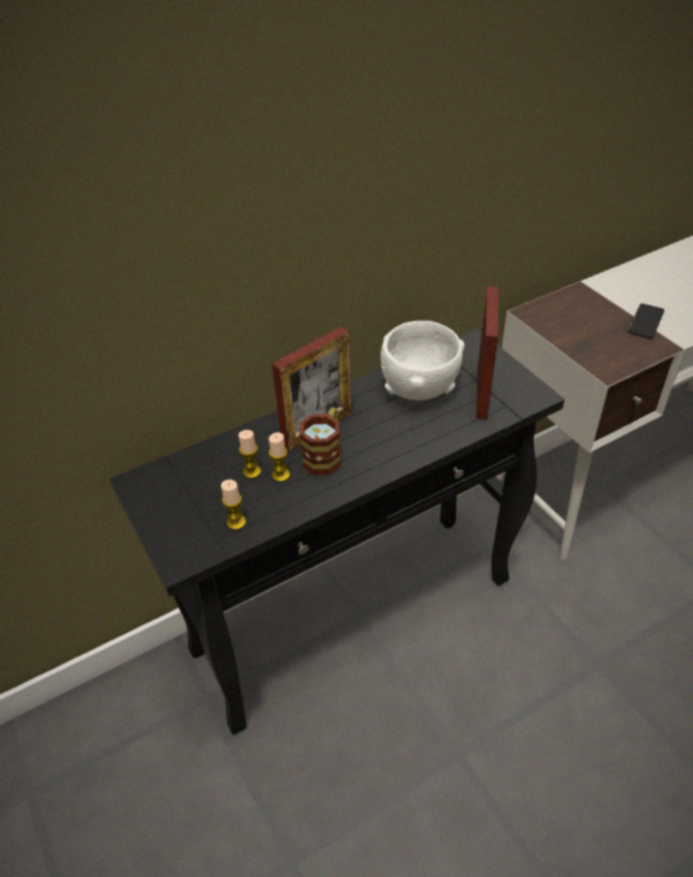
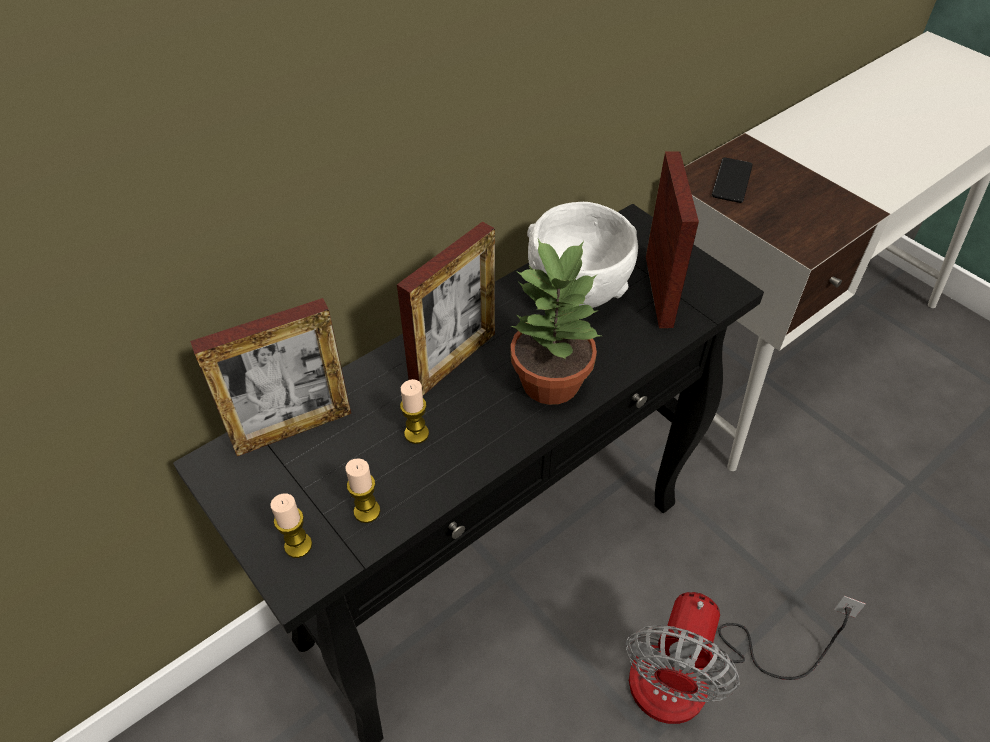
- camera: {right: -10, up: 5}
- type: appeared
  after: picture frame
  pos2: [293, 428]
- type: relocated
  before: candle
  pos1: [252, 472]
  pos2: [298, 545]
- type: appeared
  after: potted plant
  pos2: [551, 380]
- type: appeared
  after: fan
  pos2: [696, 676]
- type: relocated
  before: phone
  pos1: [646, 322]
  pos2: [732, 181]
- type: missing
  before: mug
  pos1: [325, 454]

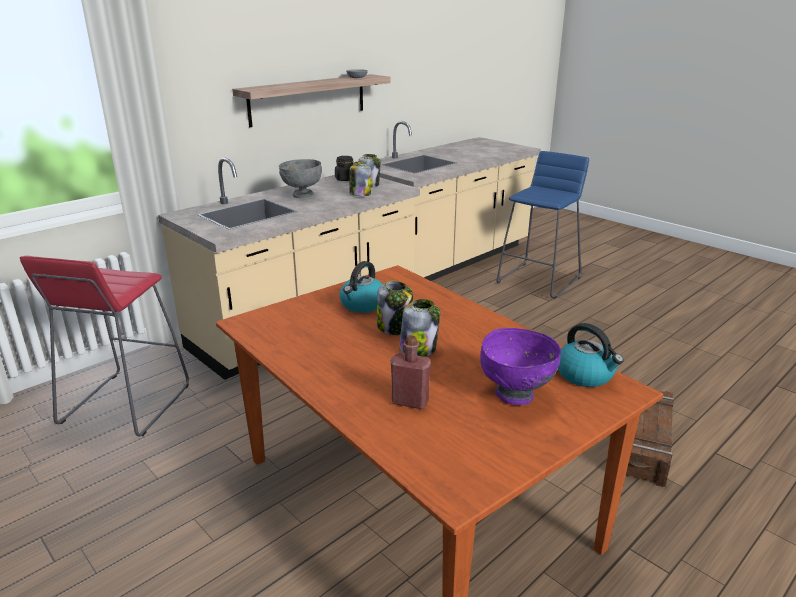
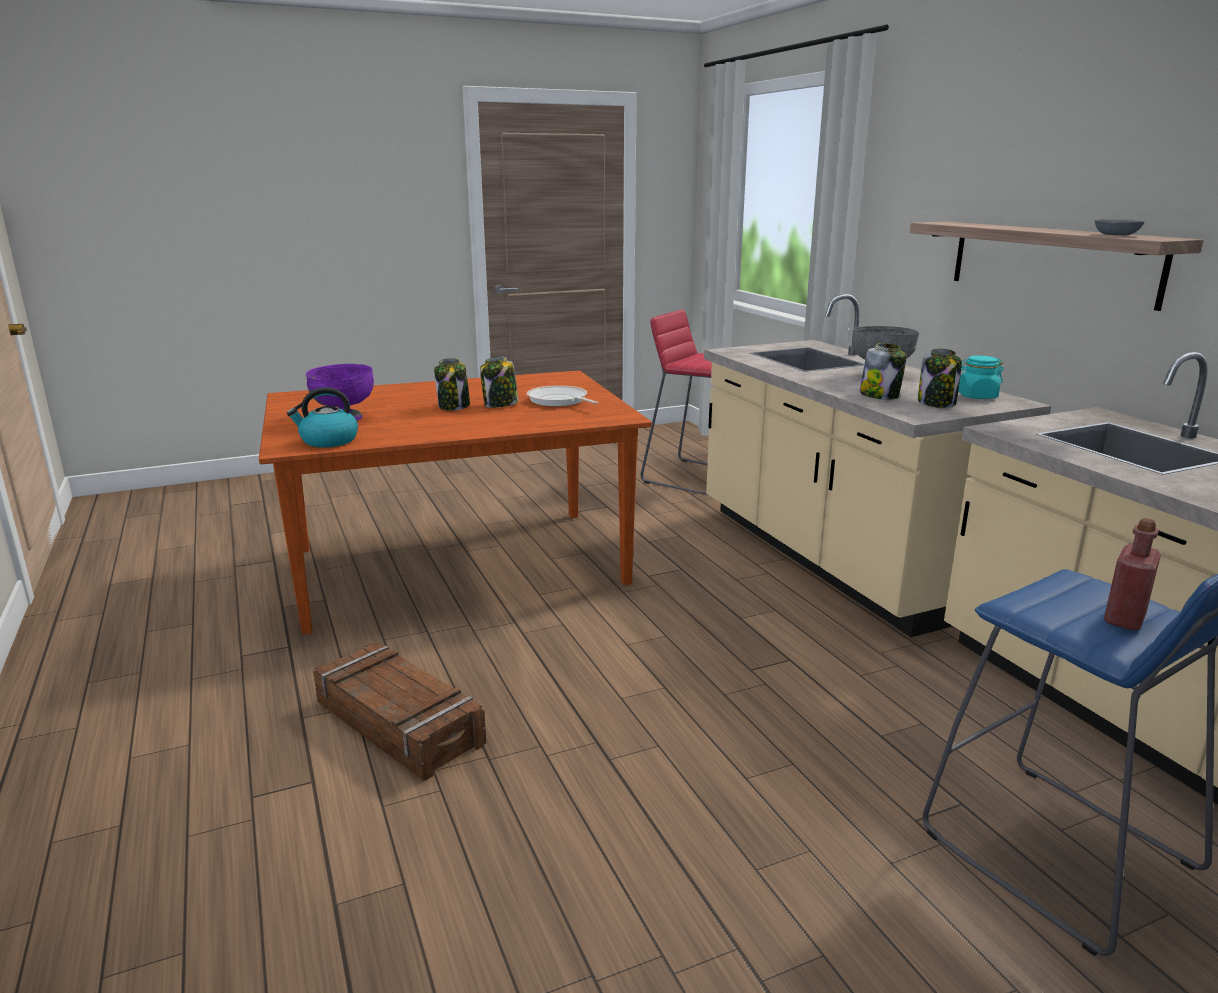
- camera: {right: 110, up: -5}
- type: exchanged
  before: kettle
  after: frying pan
  pos1: [363, 305]
  pos2: [559, 401]
- type: colour
  before: jar (black)
  after: jar (turquoise)
  pos1: [345, 179]
  pos2: [976, 396]
- type: relocated
  before: bottle (red)
  pos1: [410, 401]
  pos2: [1124, 619]

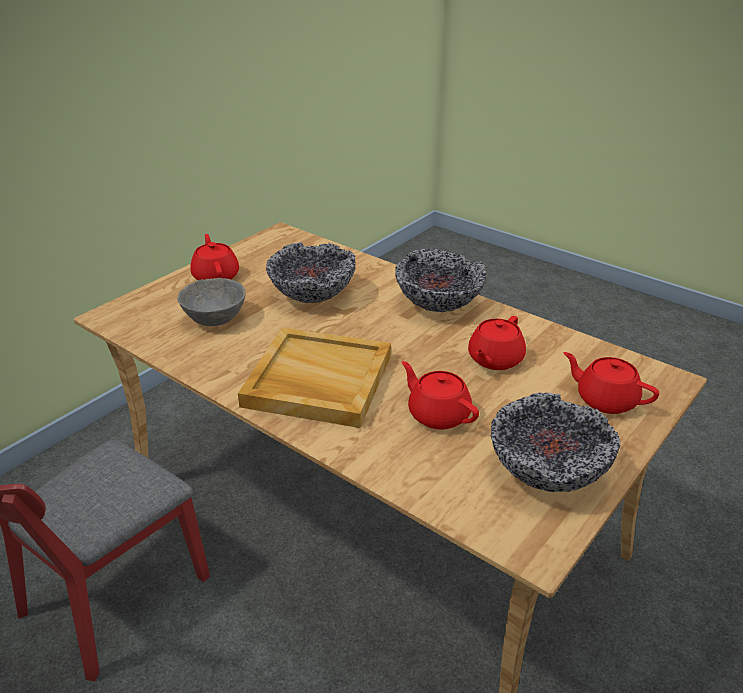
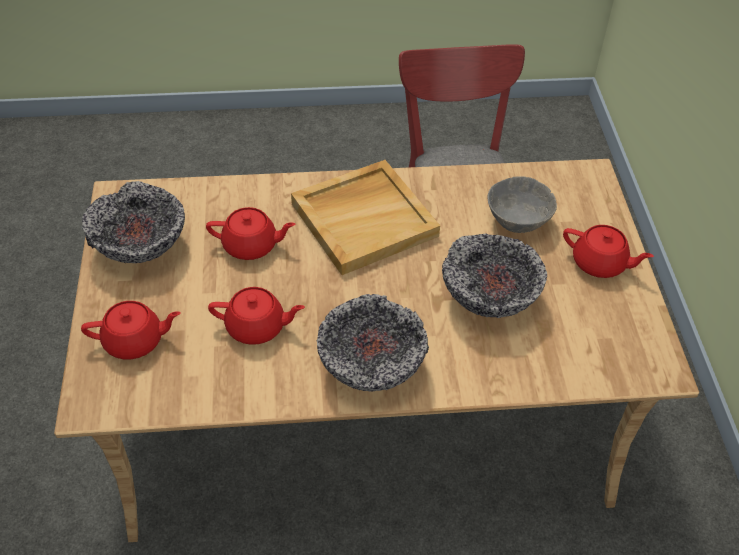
- camera: {right: 135, up: 15}
- type: spun
  before: teapot (red)
  pos1: [494, 359]
  pos2: [257, 327]
  turn: 105

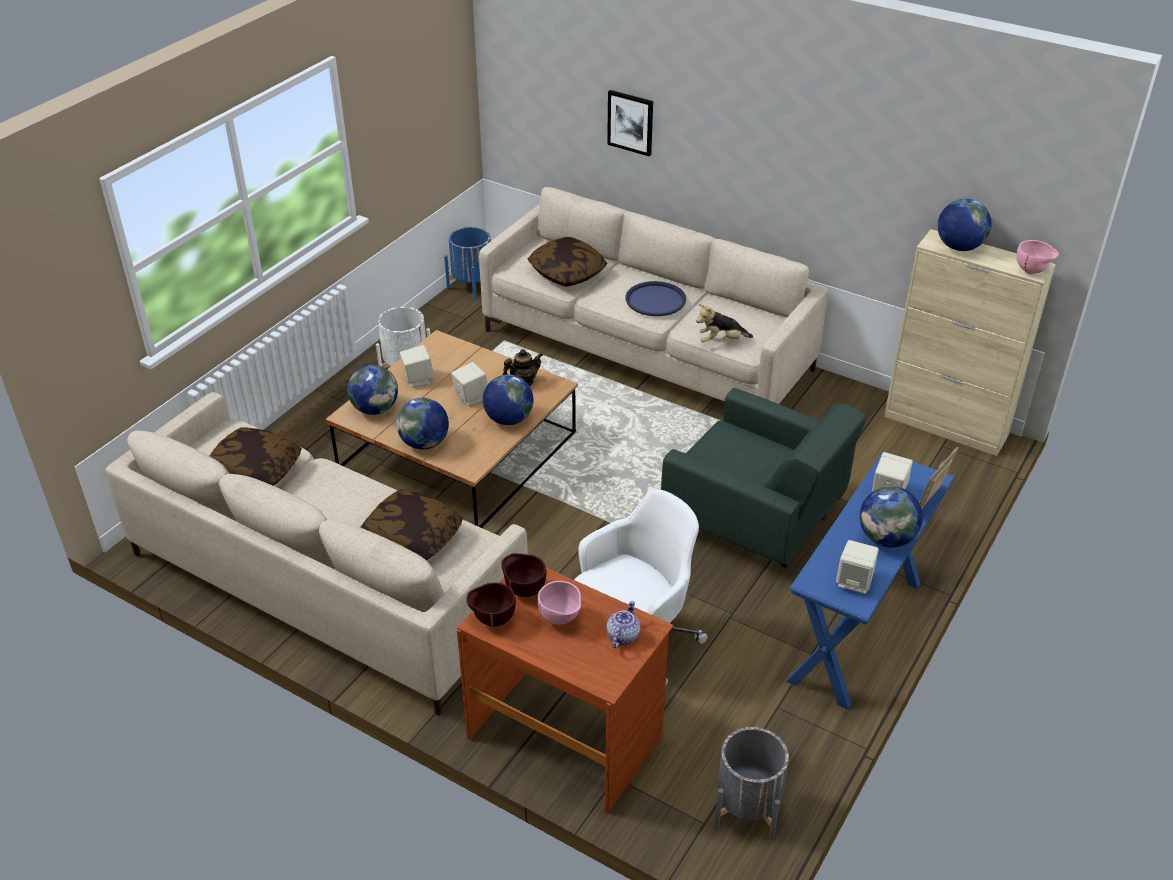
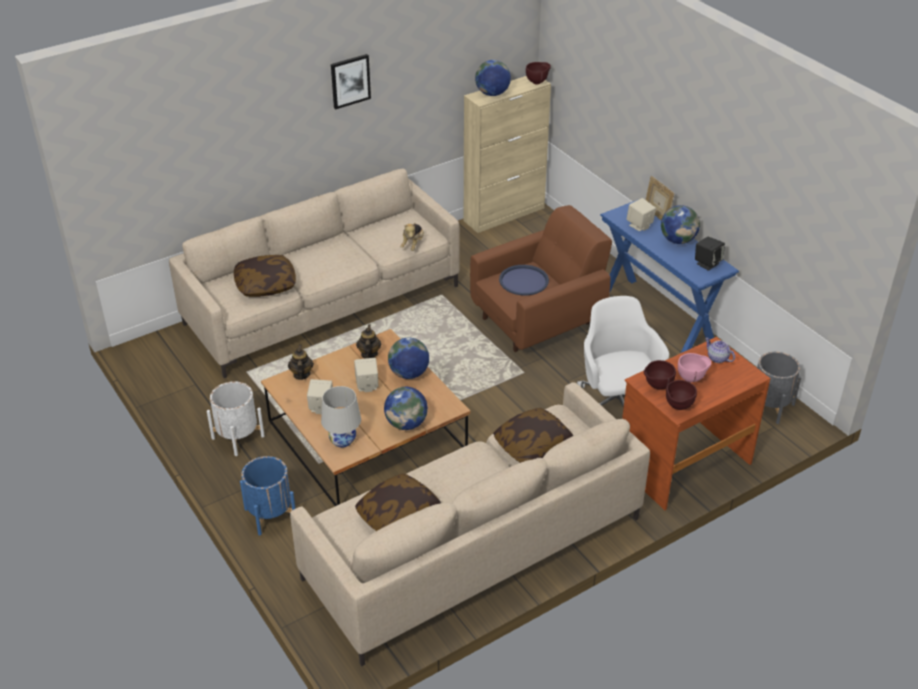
- camera: {right: -65, up: 0}
- type: relocated
  before: planter (blue)
  pos1: [472, 286]
  pos2: [270, 515]
- type: appeared
  after: teapot
  pos2: [301, 374]
- type: exchanged
  before: globe
  after: table lamp (white)
  pos1: [375, 409]
  pos2: [342, 440]
- type: relocated
  before: picture
  pos1: [630, 122]
  pos2: [350, 81]
- type: colour
  before: armchair (green)
  after: armchair (brown)
  pos1: [756, 520]
  pos2: [539, 319]
- type: relocated
  before: tray (blue)
  pos1: [655, 300]
  pos2: [524, 281]
- type: colour
  before: bowl (pink)
  after: bowl (brown)
  pos1: [1032, 272]
  pos2: [537, 82]
- type: colour
  before: speaker (beige)
  after: speaker (black)
  pos1: [854, 582]
  pos2: [707, 263]

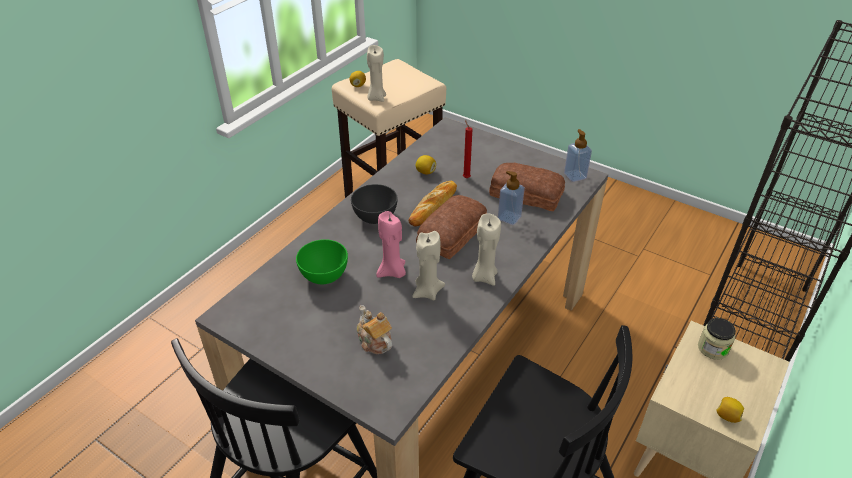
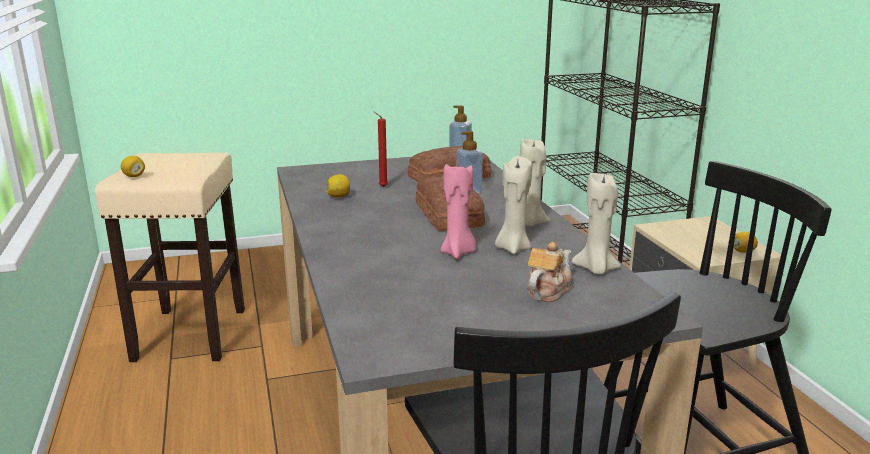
- camera: {right: -50, up: -20}
- type: spun
  before: teapot
  pos1: [374, 341]
  pos2: [547, 291]
  turn: 120
- type: relocated
  before: candle (beige)
  pos1: [376, 98]
  pos2: [596, 269]
- type: missing
  before: bowl (green)
  pos1: [324, 276]
- type: missing
  before: bowl (grey)
  pos1: [375, 217]
- type: missing
  before: bread
  pos1: [433, 206]
- type: missing
  before: jar
  pos1: [712, 348]

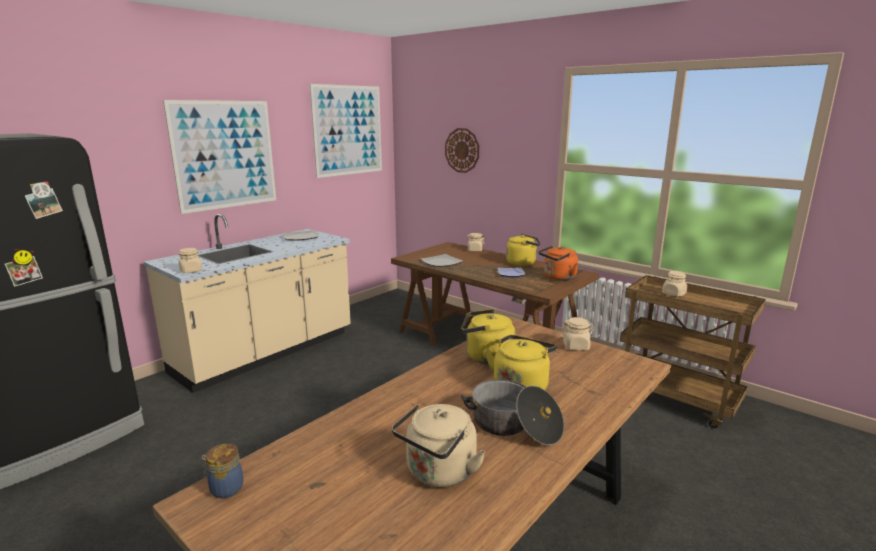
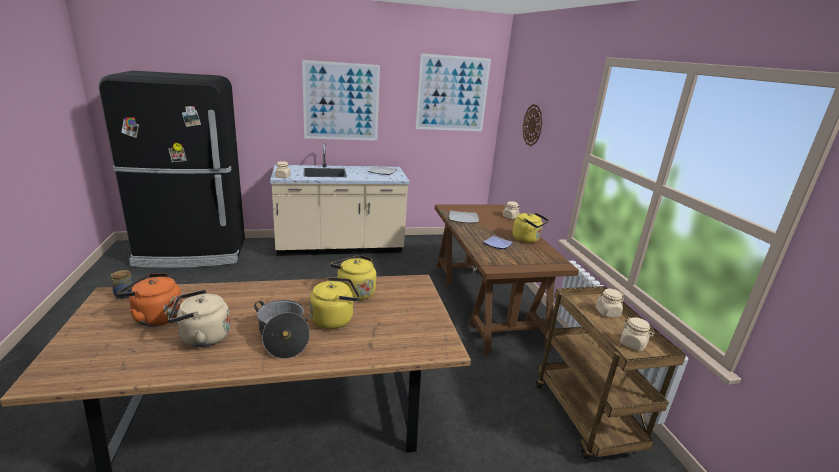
- camera: {right: 35, up: 5}
- type: relocated
  before: kettle (orange)
  pos1: [558, 277]
  pos2: [155, 317]
- type: relocated
  before: jar (beige)
  pos1: [576, 346]
  pos2: [633, 344]

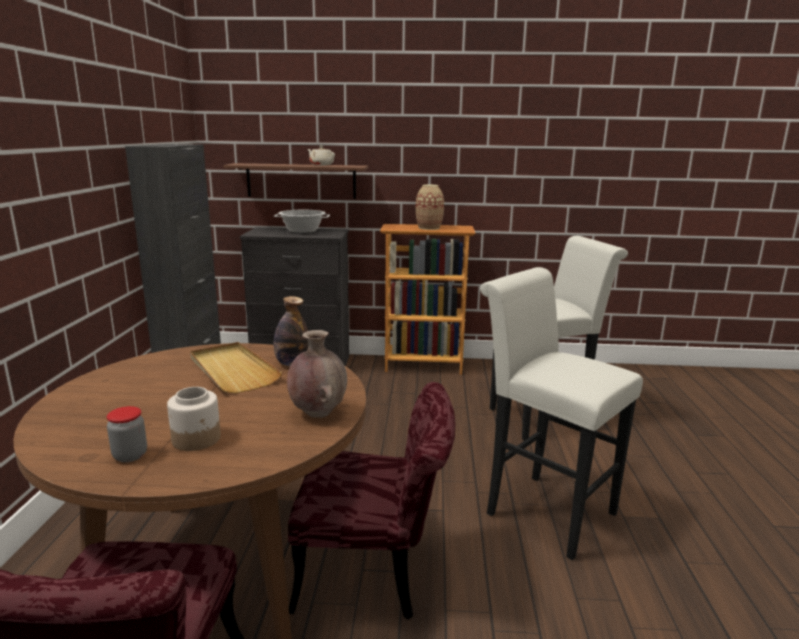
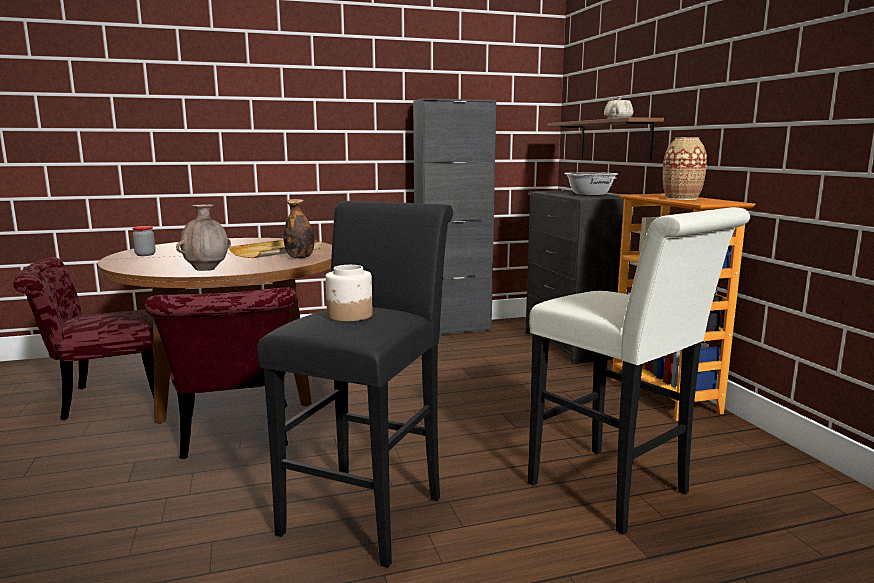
- camera: {right: 70, up: -5}
- type: colour
  before: stool (white)
  after: stool (black)
  pos1: [542, 509]
  pos2: [368, 509]
- type: relocated
  before: jar
  pos1: [197, 439]
  pos2: [349, 315]

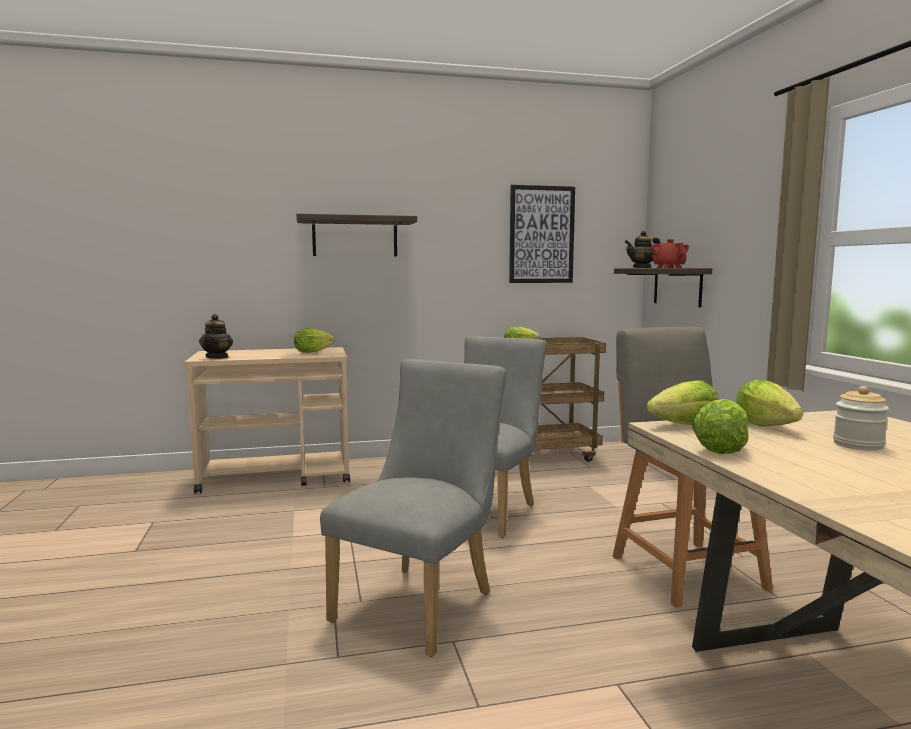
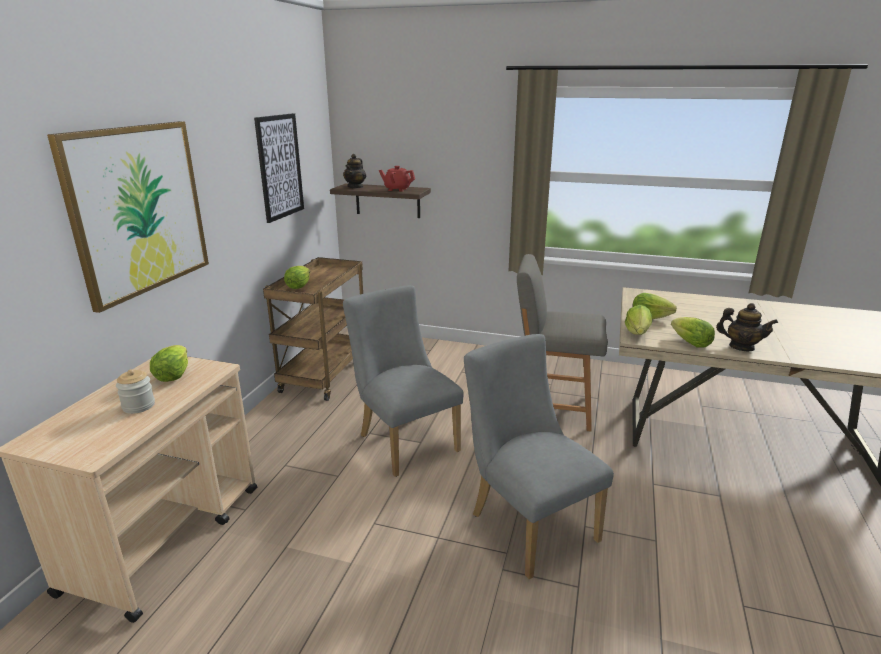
- camera: {right: -60, up: 15}
- type: exchanged
  before: shelf
  after: picture
  pos1: [355, 237]
  pos2: [138, 210]
- type: relocated
  before: jar
  pos1: [858, 445]
  pos2: [138, 406]
- type: relocated
  before: teapot
  pos1: [217, 357]
  pos2: [741, 347]

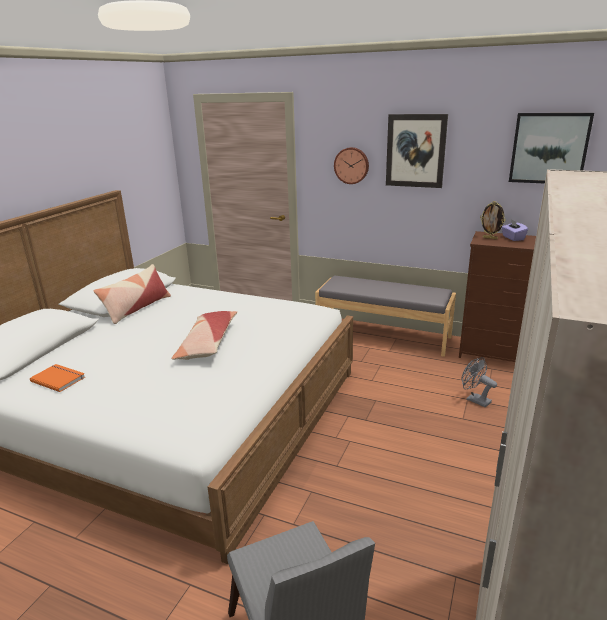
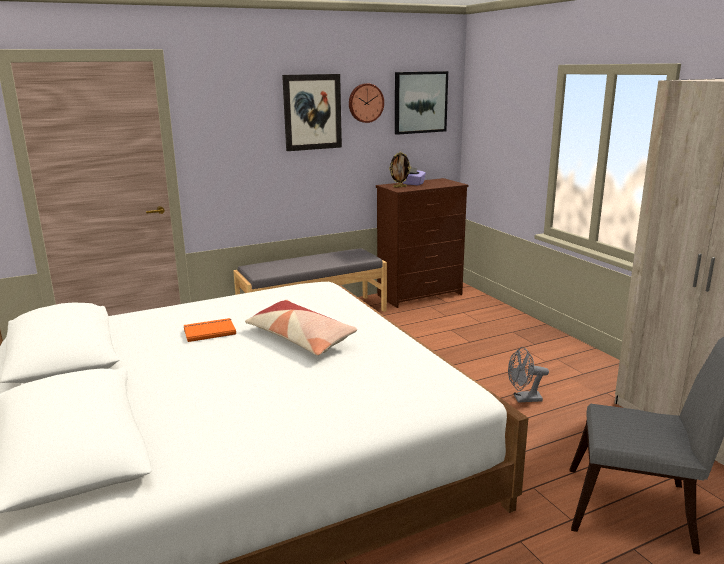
- camera: {right: -50, up: -5}
- type: relocated
  before: book (orange)
  pos1: [59, 379]
  pos2: [209, 331]
- type: relocated
  before: wall clock
  pos1: [351, 165]
  pos2: [365, 103]
- type: relocated
  before: fan (grey)
  pos1: [474, 399]
  pos2: [523, 399]
- type: missing
  before: pillow
  pos1: [137, 308]

